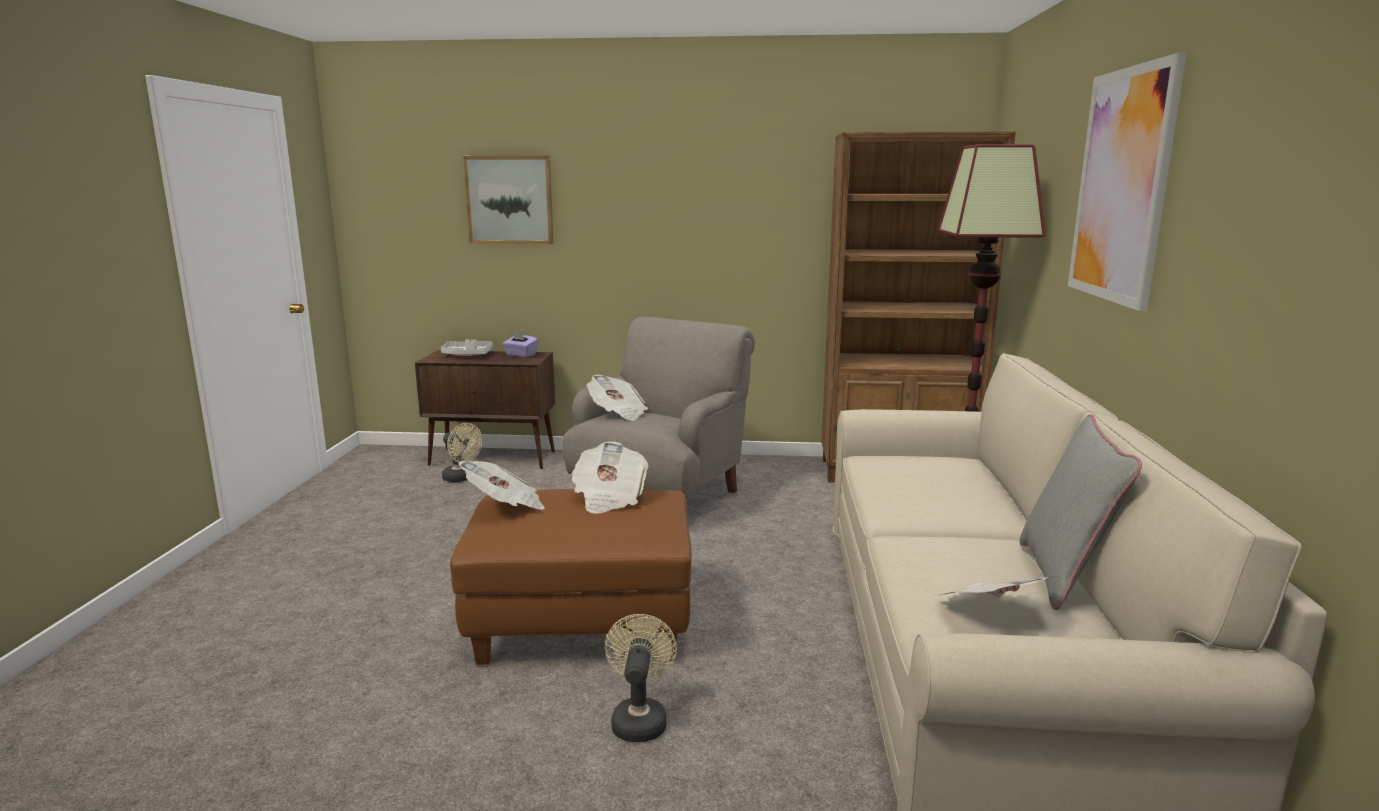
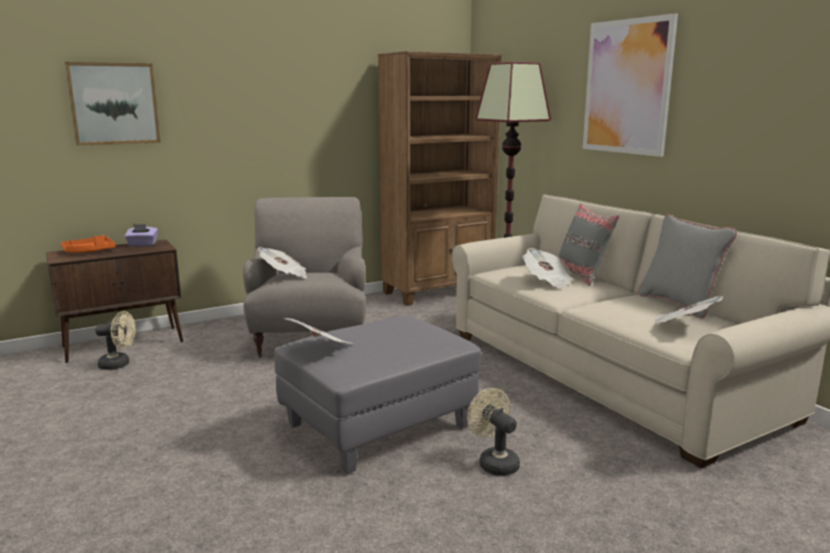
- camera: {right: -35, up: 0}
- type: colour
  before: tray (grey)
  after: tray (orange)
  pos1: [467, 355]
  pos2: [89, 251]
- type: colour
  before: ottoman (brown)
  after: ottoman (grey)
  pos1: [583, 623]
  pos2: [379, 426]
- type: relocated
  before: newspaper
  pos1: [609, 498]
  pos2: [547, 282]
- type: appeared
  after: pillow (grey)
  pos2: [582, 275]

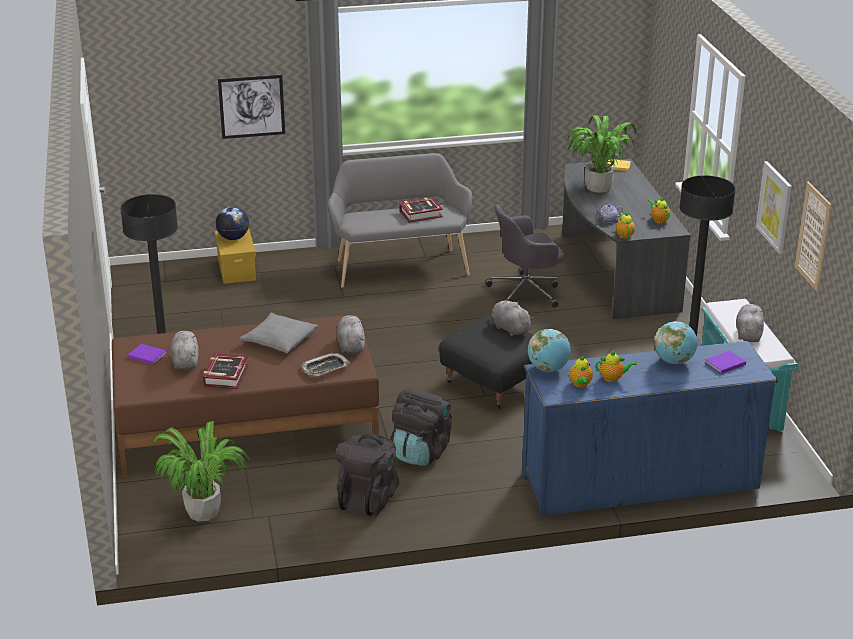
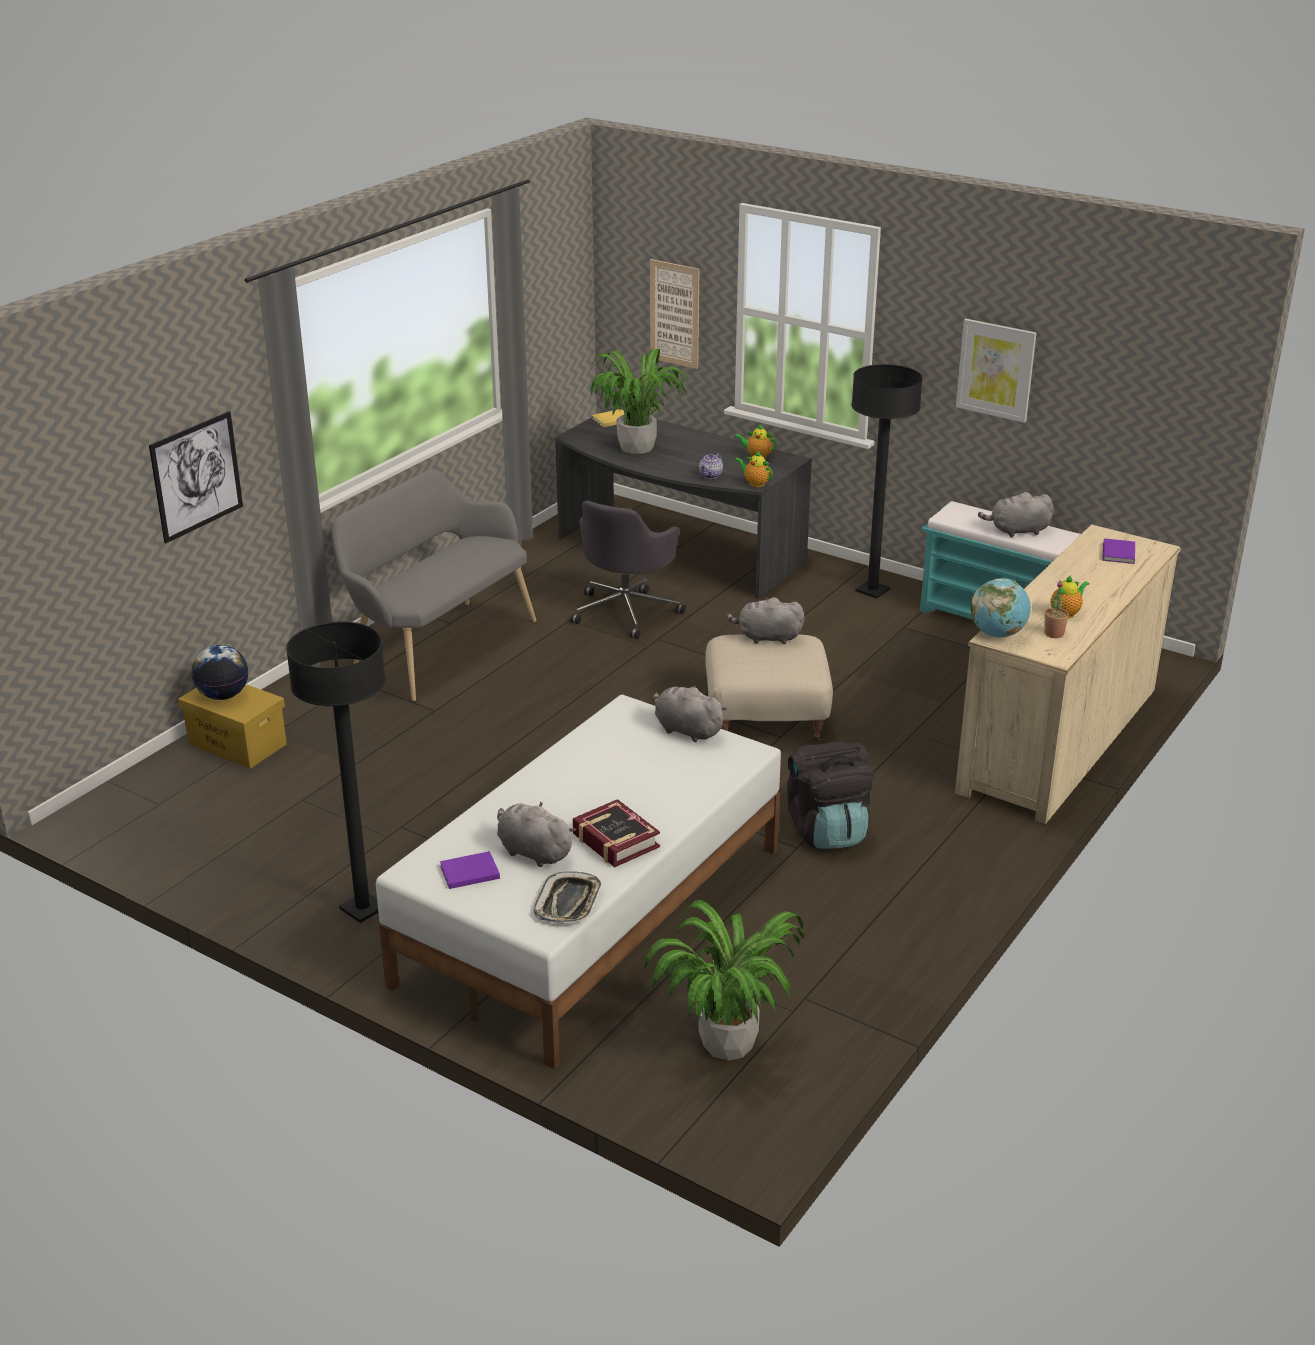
- camera: {right: -45, up: 0}
- type: colour
  before: bed (brown)
  after: bed (white)
  pos1: [245, 425]
  pos2: [589, 915]
- type: relocated
  before: tray
  pos1: [325, 368]
  pos2: [568, 903]
- type: relocated
  before: picture
  pos1: [813, 236]
  pos2: [674, 314]
- type: colour
  before: ottoman (black)
  after: ottoman (beige)
  pos1: [492, 384]
  pos2: [767, 721]
- type: colour
  before: dresser (blue)
  after: dresser (beige)
  pos1: [639, 480]
  pos2: [1059, 739]
- type: spun
  before: plush toy (grey)
  pos1: [748, 334]
  pos2: [1017, 531]
  turn: -60
- type: exchanged
  before: teapot
  after: potted plant
  pos1: [580, 384]
  pos2: [1054, 633]
- type: missing
  before: pillow (grey)
  pos1: [279, 340]
- type: missing
  before: backpack (black)
  pos1: [368, 498]
- type: missing
  before: book
  pos1: [420, 214]
- type: missing
  before: globe
  pos1: [674, 361]

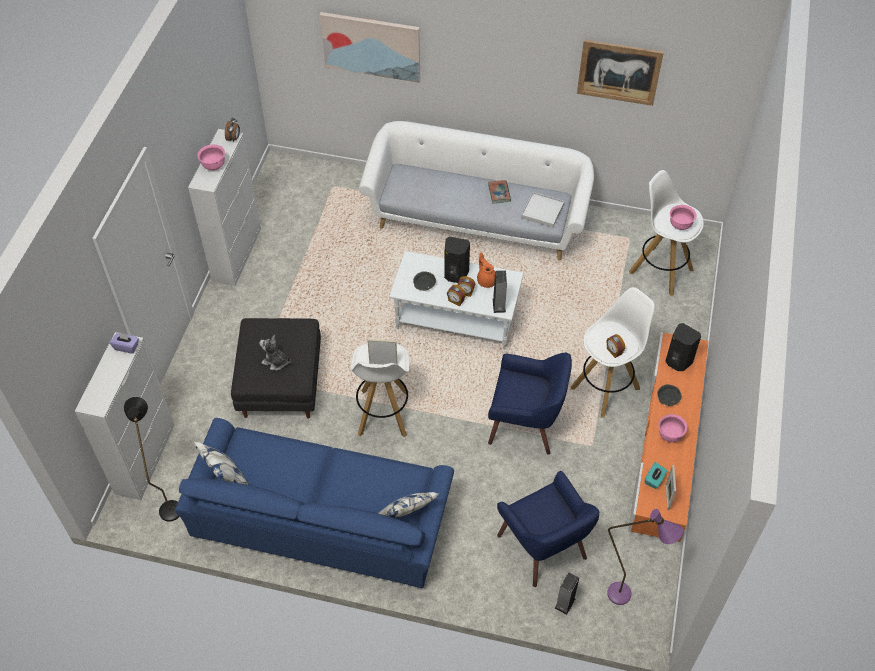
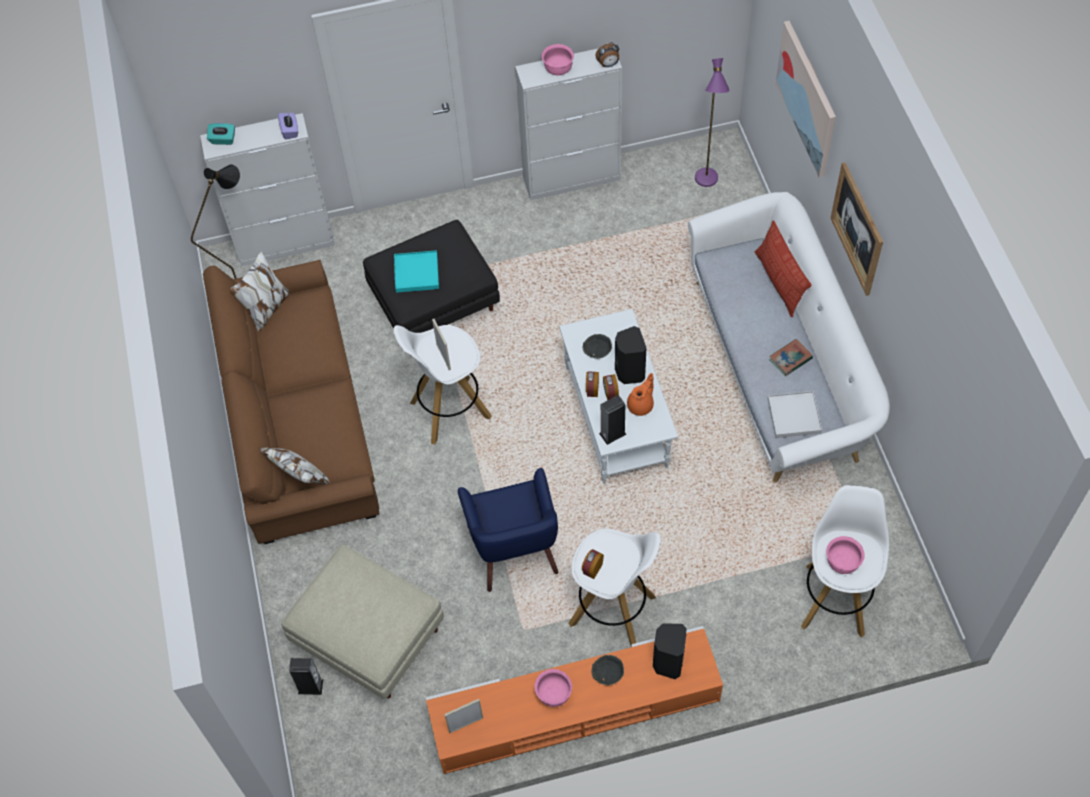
- camera: {right: 65, up: 5}
- type: colour
  before: sofa (blue)
  after: sofa (brown)
  pos1: [320, 517]
  pos2: [298, 418]
- type: relocated
  before: tissue box (turquoise)
  pos1: [654, 480]
  pos2: [223, 140]
- type: exchanged
  before: armchair (blue)
  after: ottoman (beige)
  pos1: [543, 547]
  pos2: [367, 636]
- type: exchanged
  before: plush toy
  after: tray (turquoise)
  pos1: [275, 362]
  pos2: [416, 273]
- type: relocated
  before: floor lamp (purple)
  pos1: [627, 597]
  pos2: [707, 185]
- type: appeared
  after: pillow
  pos2: [779, 282]
- type: relocated
  before: picture
  pos1: [619, 72]
  pos2: [857, 229]

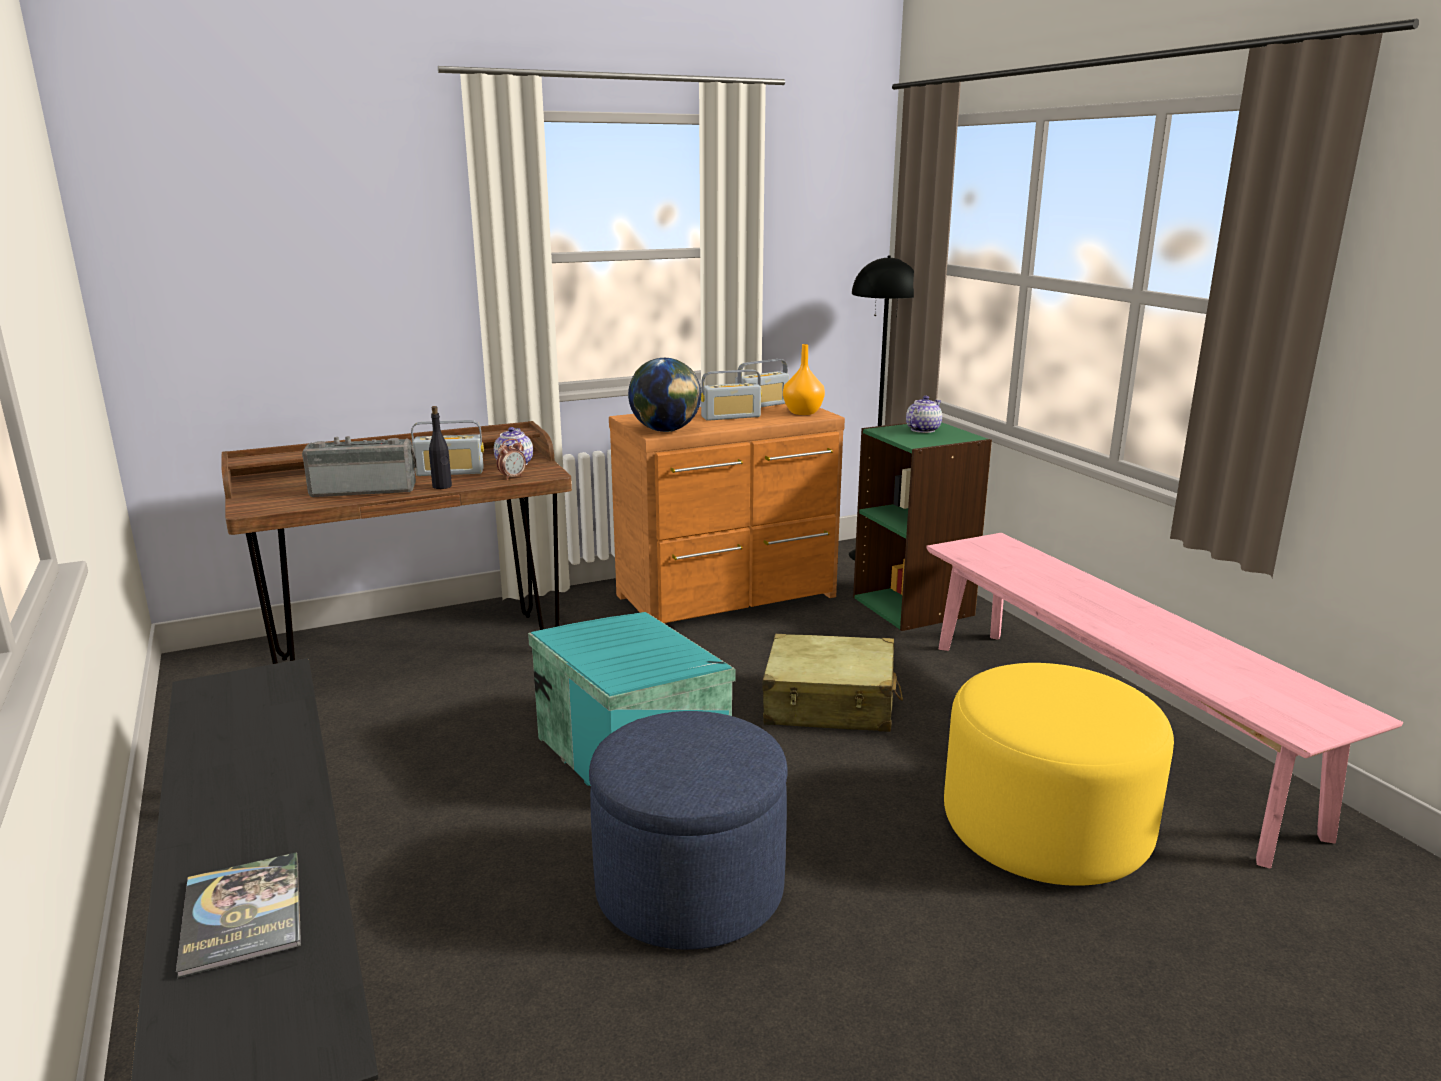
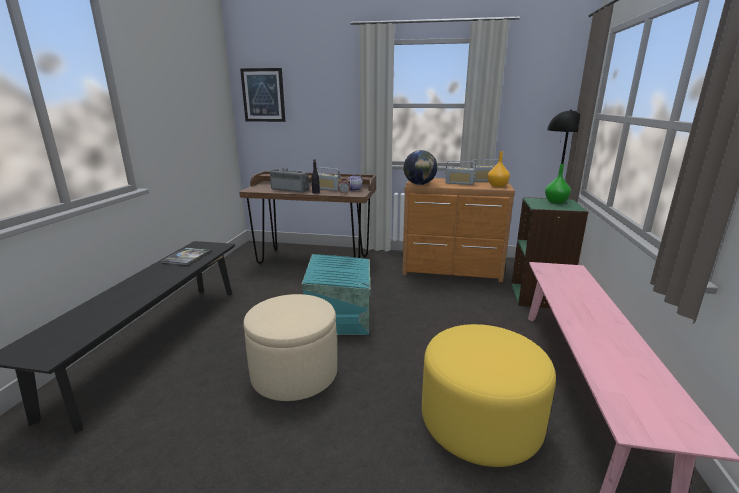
- camera: {right: 35, up: 0}
- type: relocated
  before: book
  pos1: [242, 914]
  pos2: [187, 257]
- type: appeared
  after: picture
  pos2: [263, 95]
- type: colour
  before: ottoman (blue)
  after: ottoman (beige)
  pos1: [690, 888]
  pos2: [294, 374]
- type: exchanged
  before: teapot
  after: vase (green)
  pos1: [922, 430]
  pos2: [555, 202]
- type: missing
  before: suitcase (beige)
  pos1: [830, 704]

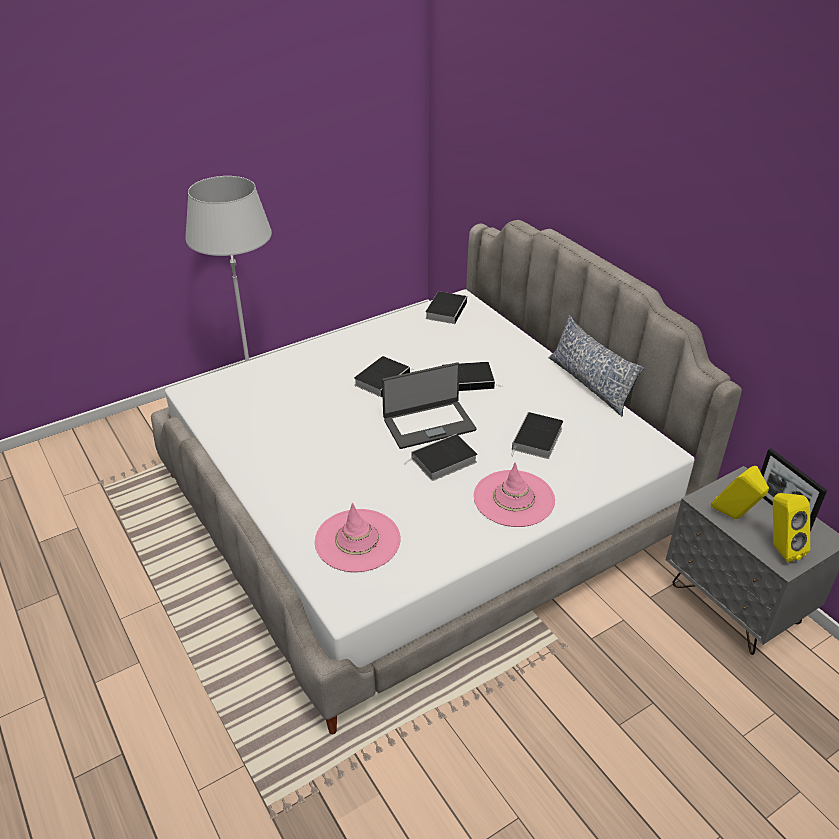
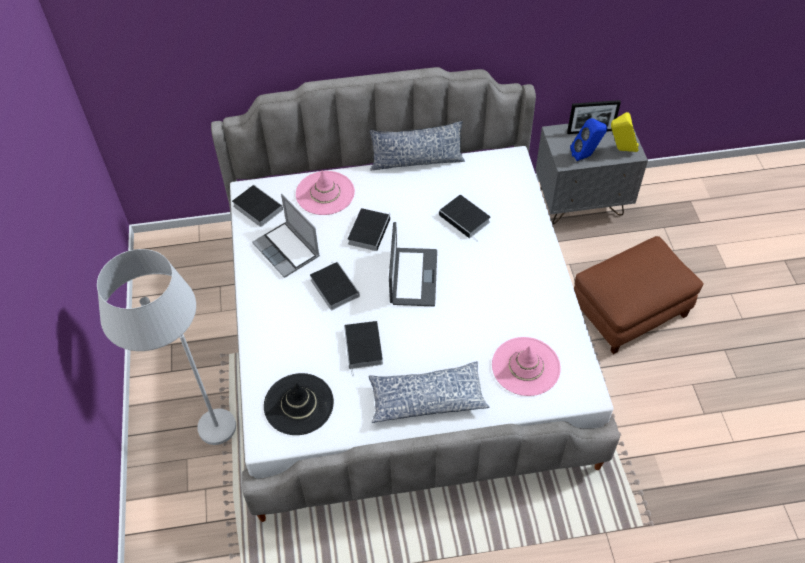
- camera: {right: -65, up: 15}
- type: appeared
  after: laptop
  pos2: [287, 250]
- type: appeared
  after: hat (black)
  pos2: [298, 404]
- type: relocated
  before: hat (pink)
  pos1: [514, 499]
  pos2: [325, 193]
- type: relocated
  before: book
  pos1: [442, 461]
  pos2: [364, 348]
- type: appeared
  after: pillow
  pos2: [426, 398]
- type: colour
  before: speaker (yellow)
  after: speaker (blue)
  pos1: [733, 517]
  pos2: [586, 155]
- type: appeared
  after: ottoman (brown)
  pos2: [629, 309]

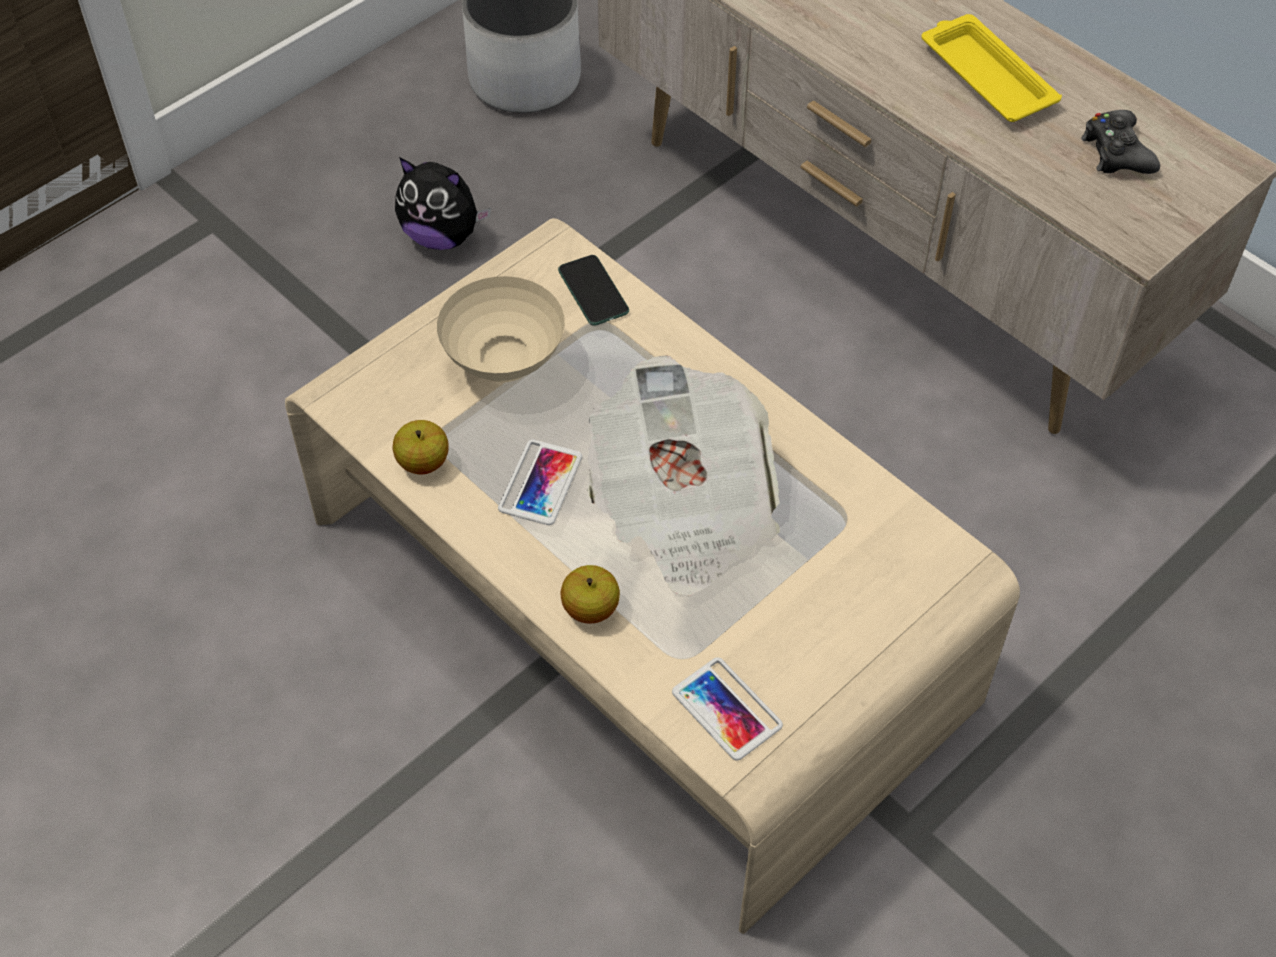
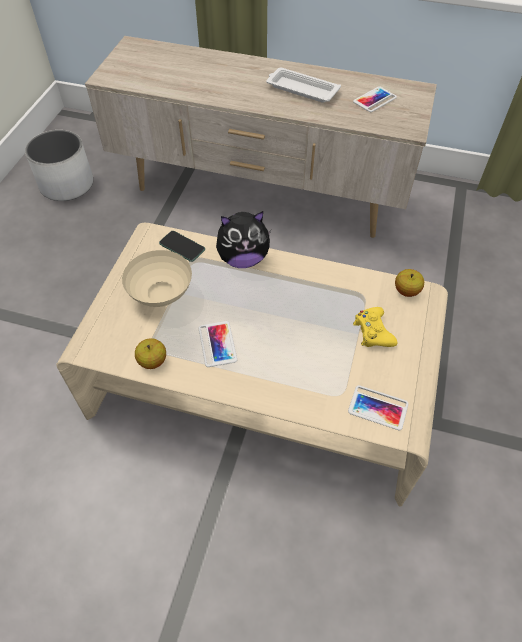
- camera: {right: -30, up: 0}
- type: relocated
  before: plush toy
  pos1: [442, 236]
  pos2: [243, 259]
- type: colour
  before: tray (yellow)
  after: tray (white)
  pos1: [985, 75]
  pos2: [301, 89]
- type: exchanged
  before: game controller (black)
  after: phone
  pos1: [1116, 152]
  pos2: [374, 100]
- type: appeared
  after: game controller (yellow)
  pos2: [373, 332]
- type: relocated
  before: apple
  pos1: [590, 608]
  pos2: [406, 291]
- type: missing
  before: newspaper
  pos1: [683, 508]

